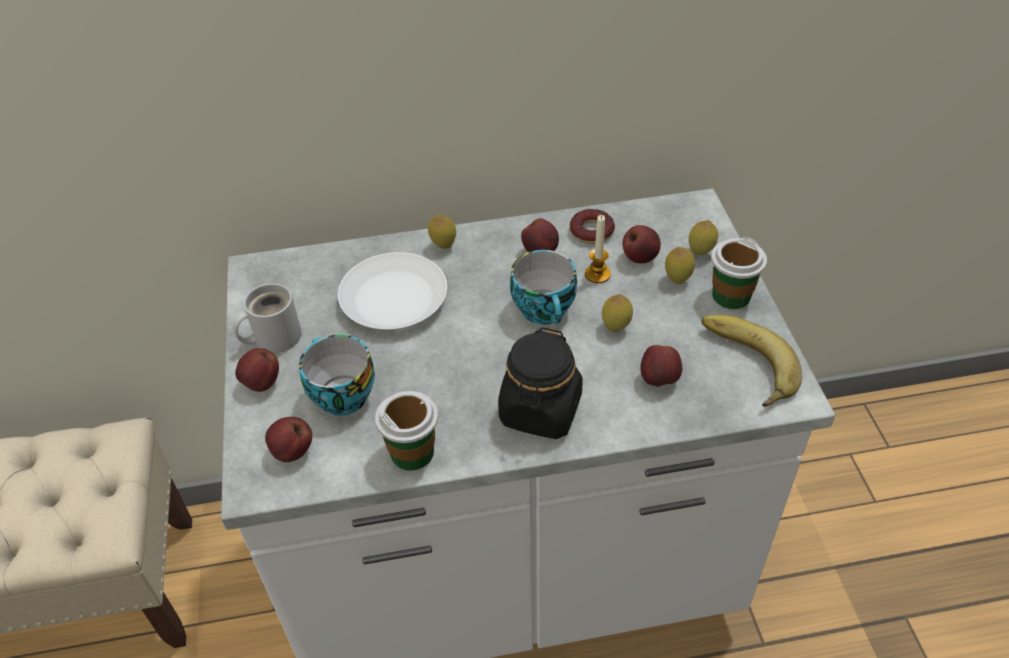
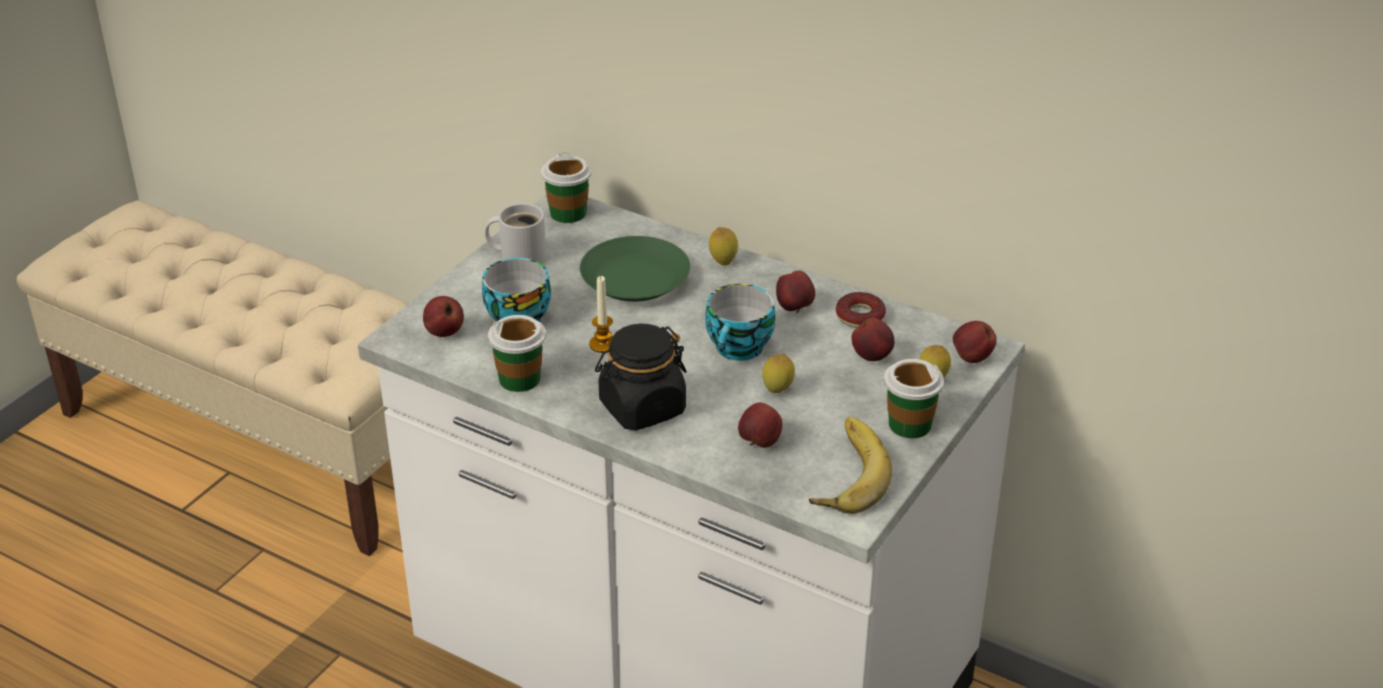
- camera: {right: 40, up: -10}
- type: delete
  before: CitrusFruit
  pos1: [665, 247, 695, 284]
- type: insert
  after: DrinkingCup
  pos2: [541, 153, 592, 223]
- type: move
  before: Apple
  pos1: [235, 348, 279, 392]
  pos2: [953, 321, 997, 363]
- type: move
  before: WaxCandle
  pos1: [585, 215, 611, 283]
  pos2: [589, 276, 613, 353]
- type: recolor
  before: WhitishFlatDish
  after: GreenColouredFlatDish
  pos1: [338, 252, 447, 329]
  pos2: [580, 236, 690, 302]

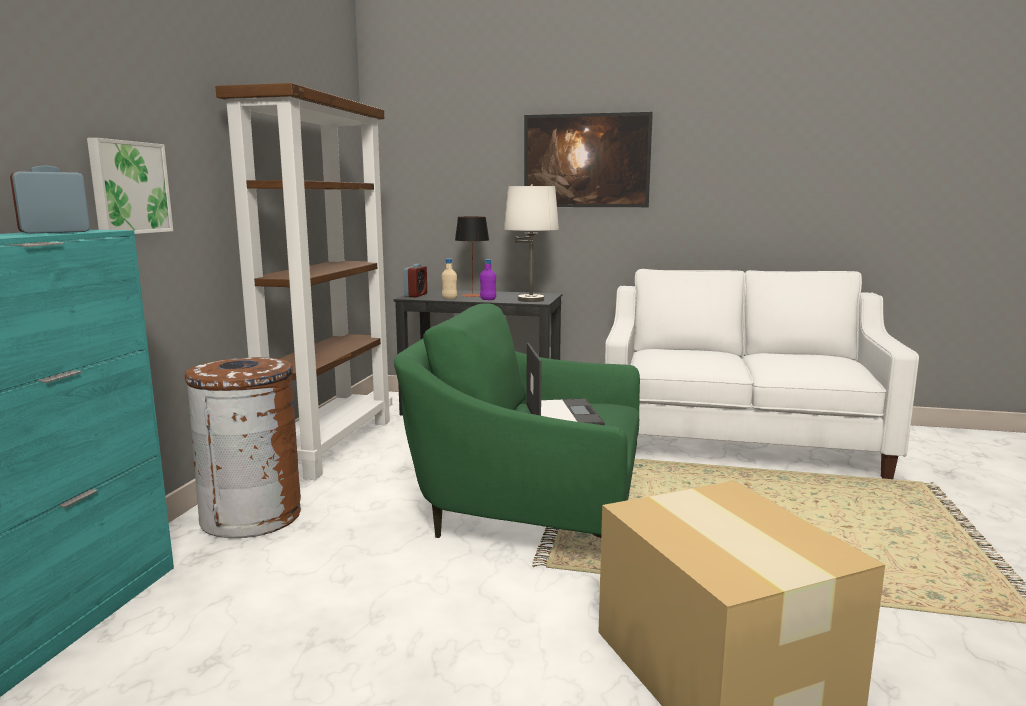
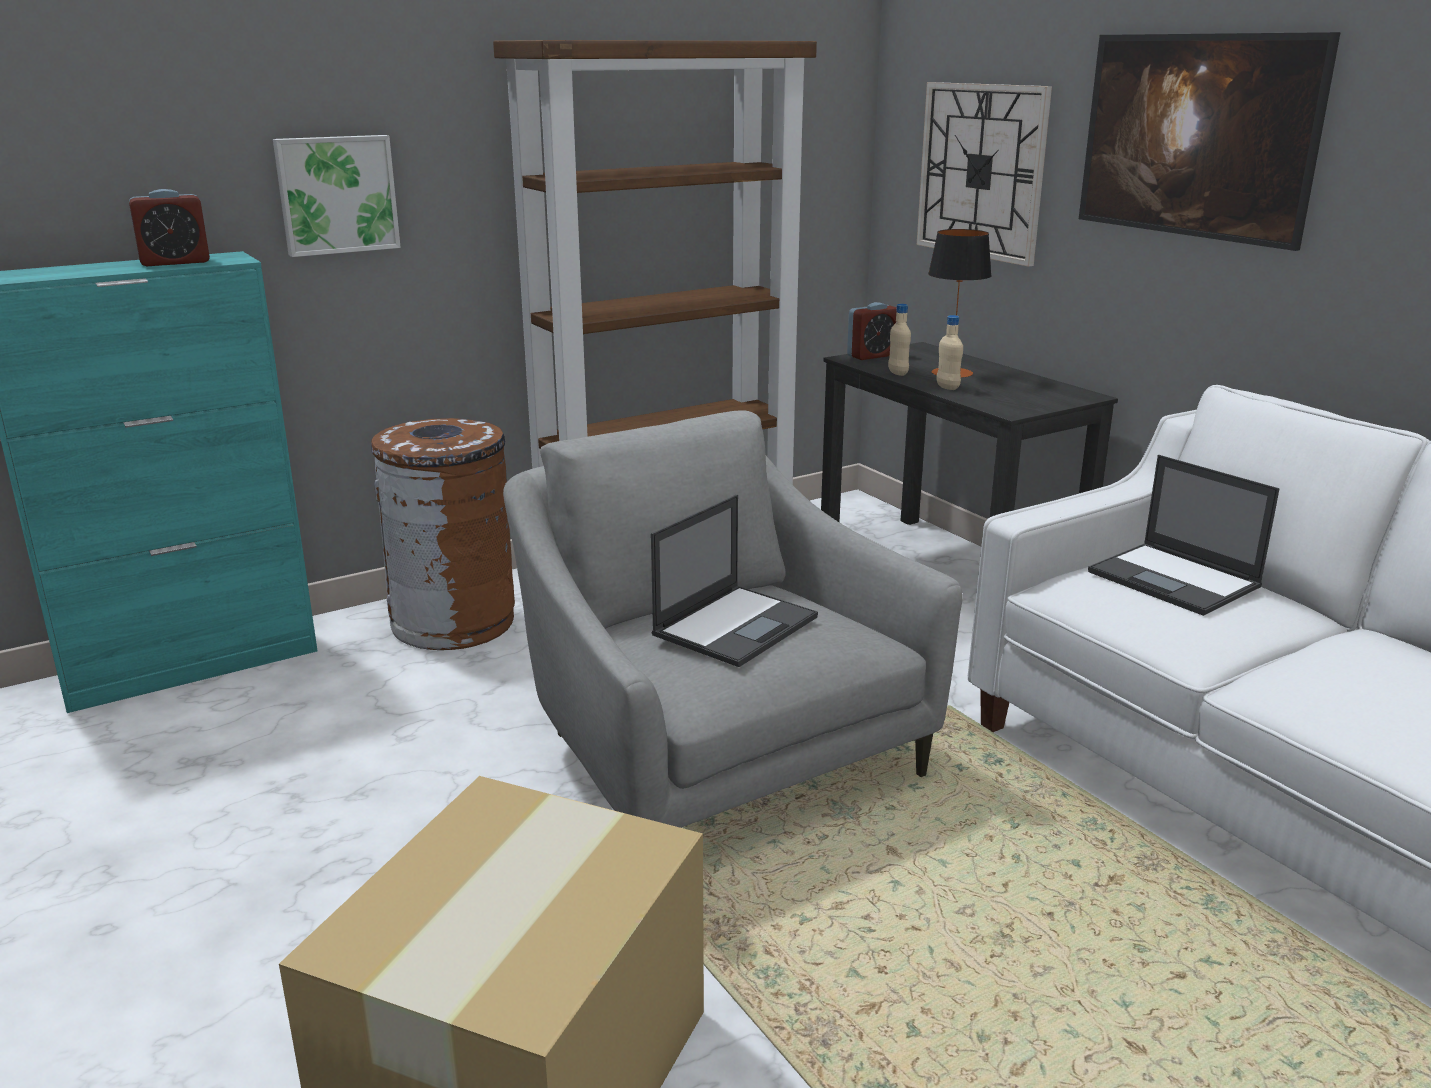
- camera: {right: 45, up: 10}
- type: delete
  before: WhitishTabletopLamp
  pos1: [504, 185, 559, 302]
- type: insert
  after: HangingClock
  pos2: [917, 82, 1052, 267]
- type: insert
  after: Laptop
  pos2: [1088, 455, 1280, 616]
- type: recolor
  before: GreenColouredLoungeChair
  after: GreyLoungeChair
  pos1: [394, 303, 640, 538]
  pos2: [503, 411, 962, 828]
- type: recolor
  before: PurplishDrinkBottle
  after: SandColouredDrinkBottle
  pos1: [480, 259, 496, 300]
  pos2: [937, 315, 963, 390]
- type: rotate
  before: TableClock
  pos1: [10, 165, 90, 234]
  pos2: [129, 189, 210, 266]
  turn: 150

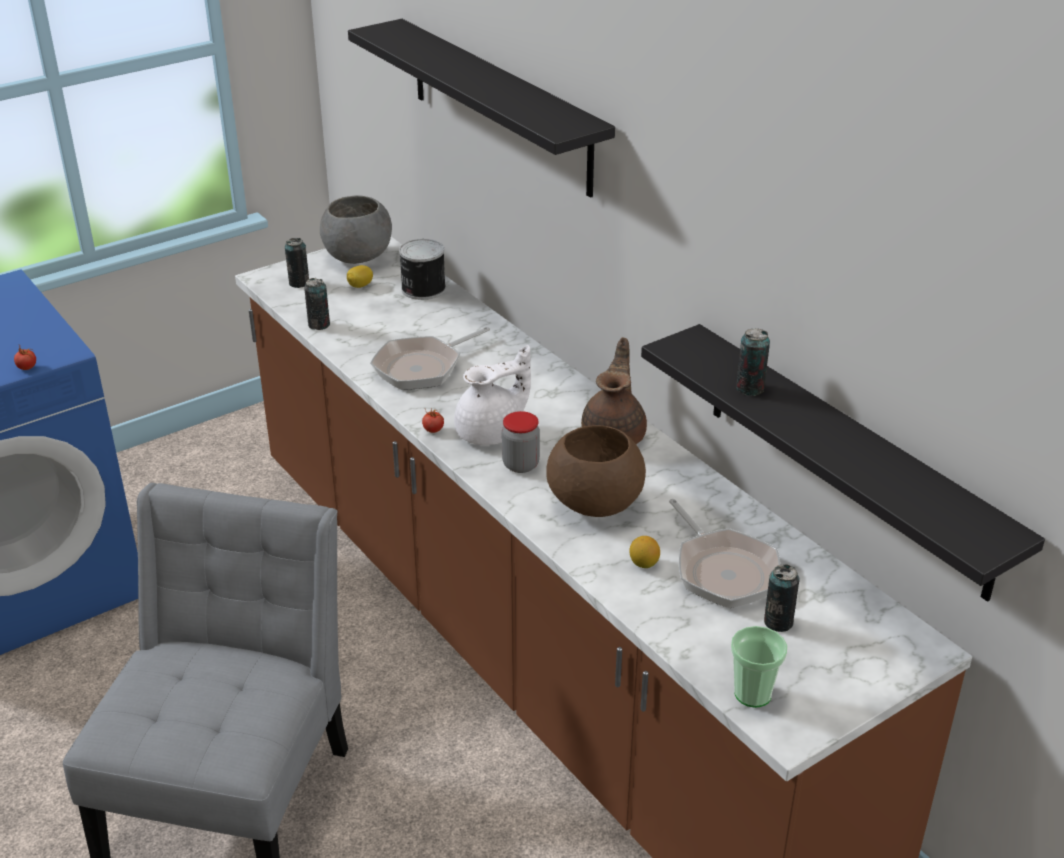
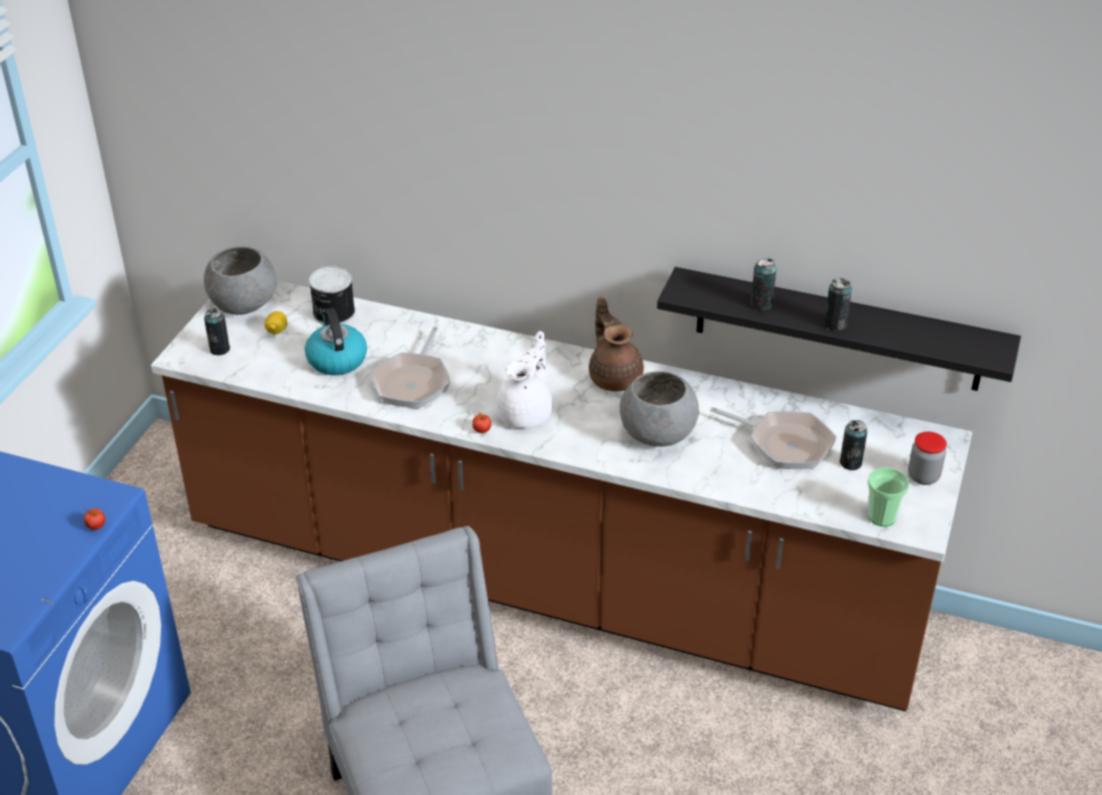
- camera: {right: -35, up: 5}
- type: delete
  before: BlackishShelf
  pos1: [348, 19, 615, 198]
- type: delete
  before: CitrusFruit
  pos1: [629, 536, 660, 568]
- type: insert
  after: Kettle
  pos2: [305, 308, 367, 375]
- type: move
  before: SealedCan
  pos1: [304, 278, 330, 330]
  pos2: [824, 278, 852, 331]
- type: move
  before: StorageJar
  pos1: [502, 411, 540, 473]
  pos2: [908, 432, 947, 485]
- type: recolor
  before: BrownColouredServingBowl
  after: GreyServingBowl
  pos1: [546, 425, 646, 517]
  pos2: [620, 371, 699, 447]

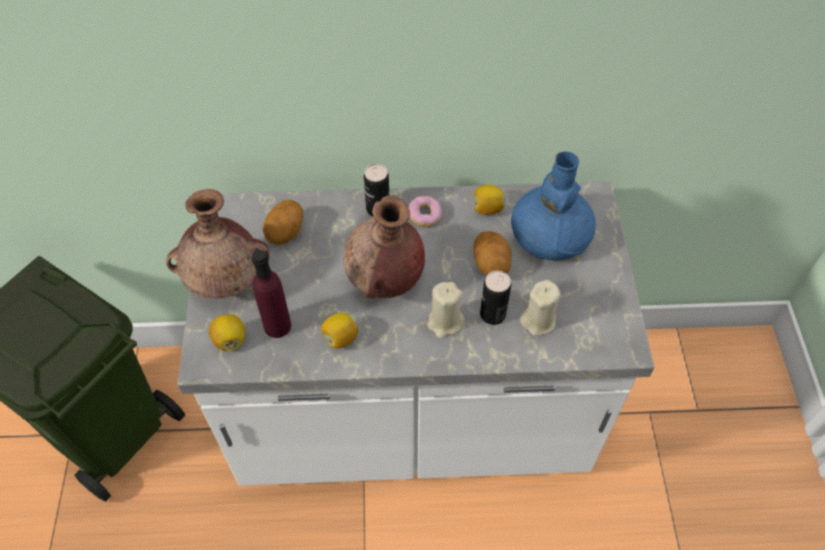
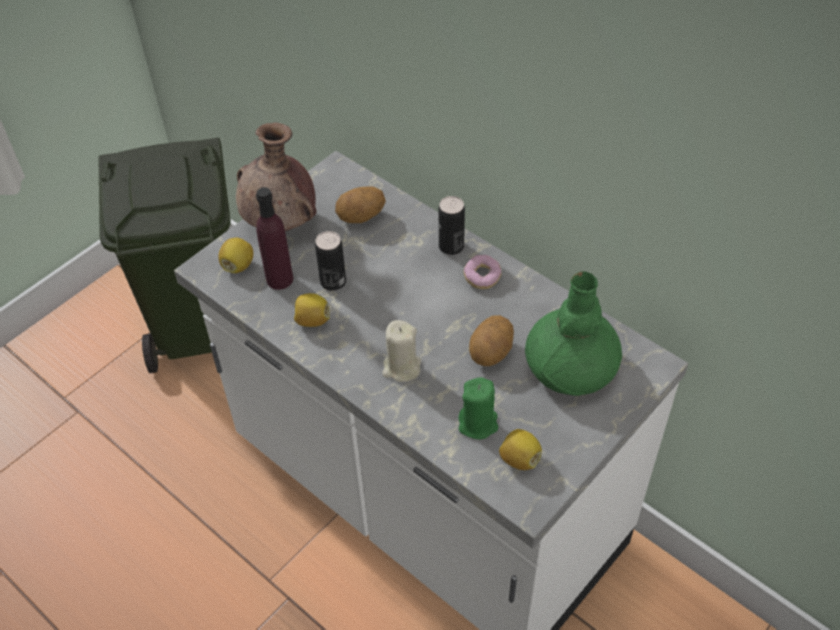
- camera: {right: 45, up: -5}
- type: delete
  before: BrownColouredFlowerVase
  pos1: [344, 196, 425, 299]
- type: move
  before: CitrusFruit
  pos1: [474, 185, 505, 215]
  pos2: [499, 429, 542, 470]
- type: move
  before: SealedCan
  pos1: [480, 271, 511, 325]
  pos2: [315, 231, 346, 291]
- type: recolor
  before: BluishFlowerVase
  after: GreenColouredFlowerVase
  pos1: [511, 152, 596, 260]
  pos2: [525, 271, 622, 396]
- type: recolor
  before: SandColouredWaxCandle
  after: GreenColouredWaxCandle
  pos1: [520, 280, 561, 336]
  pos2: [459, 377, 498, 439]

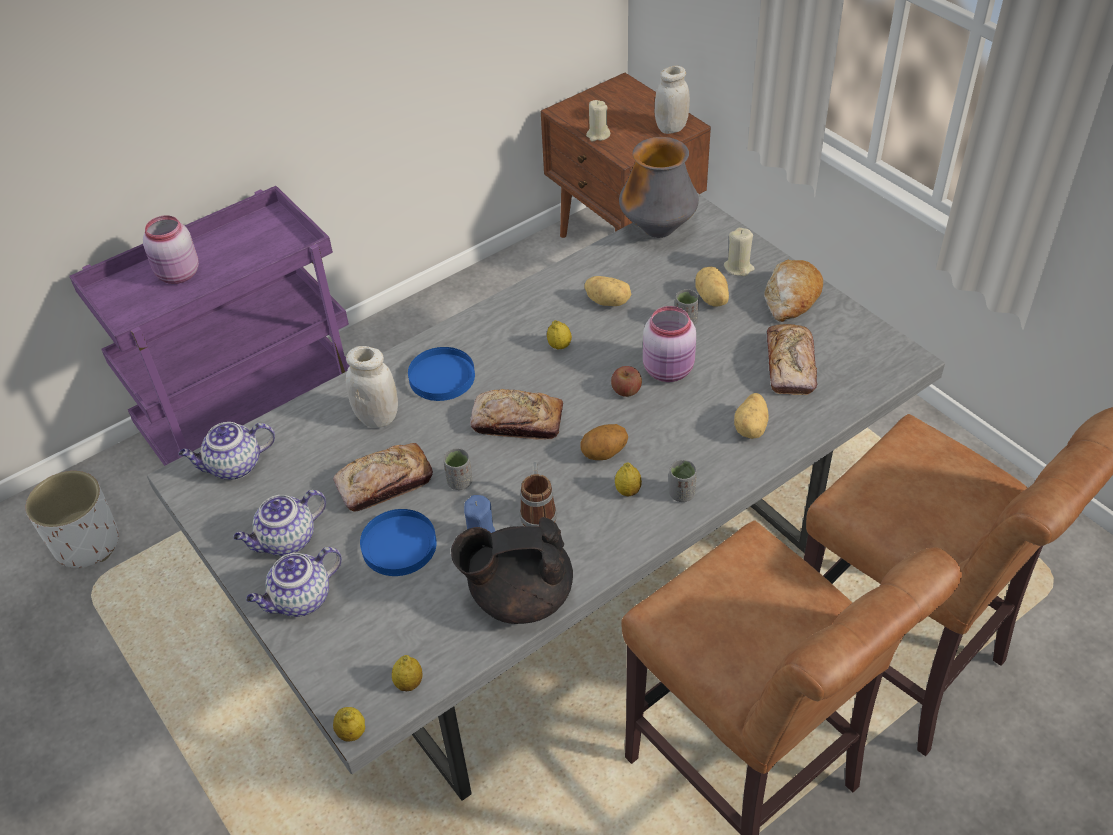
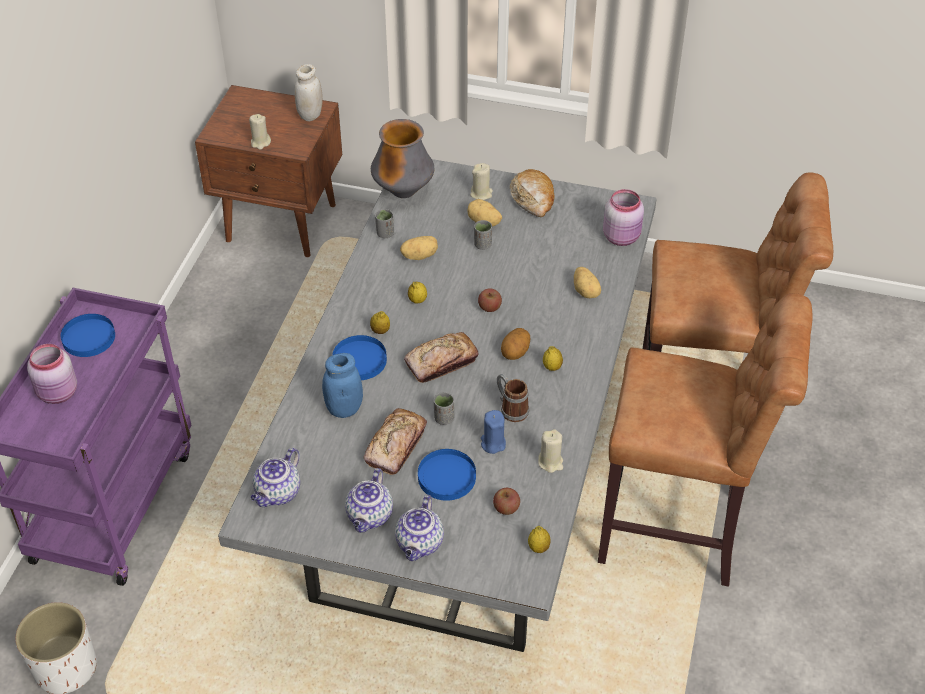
- camera: {right: -40, up: 0}
- type: delete
  before: BakedBread
  pos1: [767, 324, 817, 395]
- type: insert
  after: BluishFlatDish
  pos2: [61, 314, 115, 357]
- type: insert
  after: Apple
  pos2: [493, 488, 520, 515]
- type: move
  before: CitrusFruit
  pos1: [333, 707, 365, 742]
  pos2: [370, 311, 390, 334]
- type: move
  before: PinkColouredStorageJar
  pos1: [643, 306, 696, 382]
  pos2: [603, 189, 644, 246]
- type: move
  before: GreyDrinkingCup
  pos1: [669, 460, 697, 502]
  pos2: [375, 209, 394, 238]
- type: replace
  before: BlackishTeapot
  after: SandColouredWaxCandle
  pos1: [451, 517, 573, 624]
  pos2: [538, 429, 563, 473]
- type: recolor
  before: WhitishStorageJar
  after: BluishStorageJar
  pos1: [346, 346, 398, 428]
  pos2: [322, 353, 363, 418]

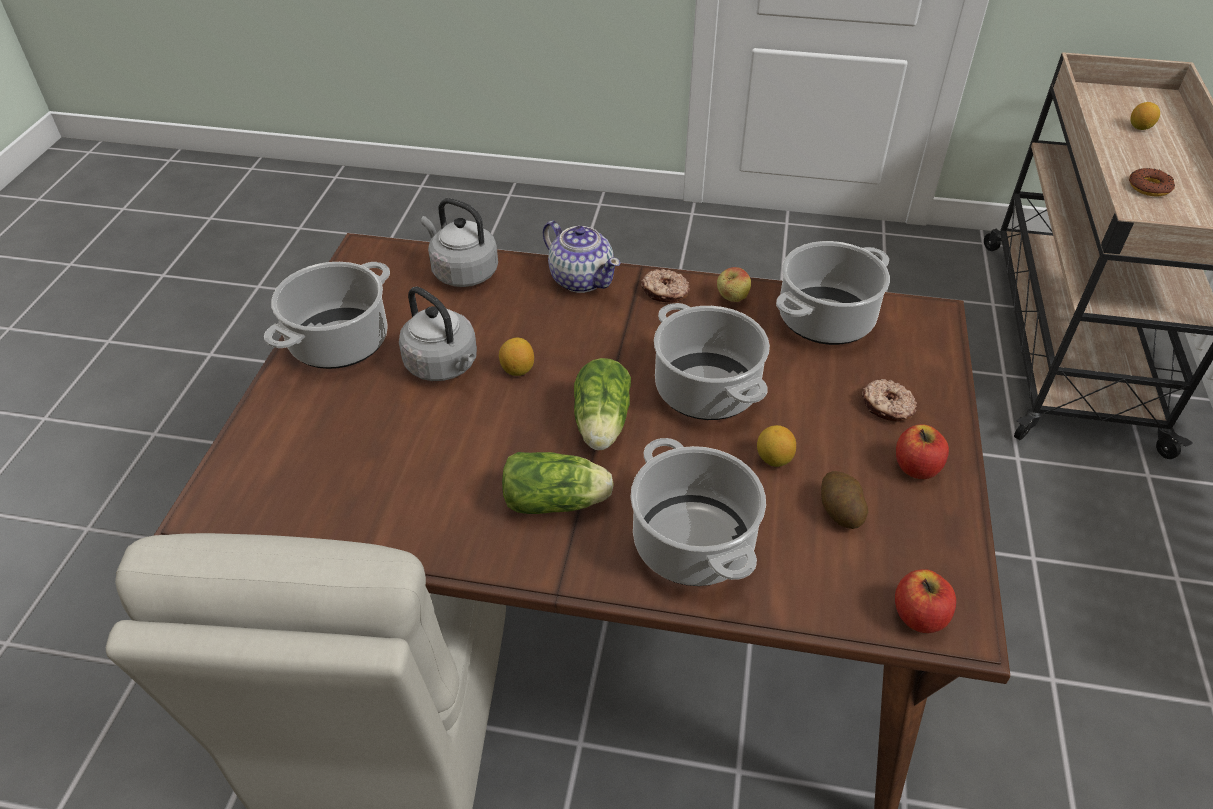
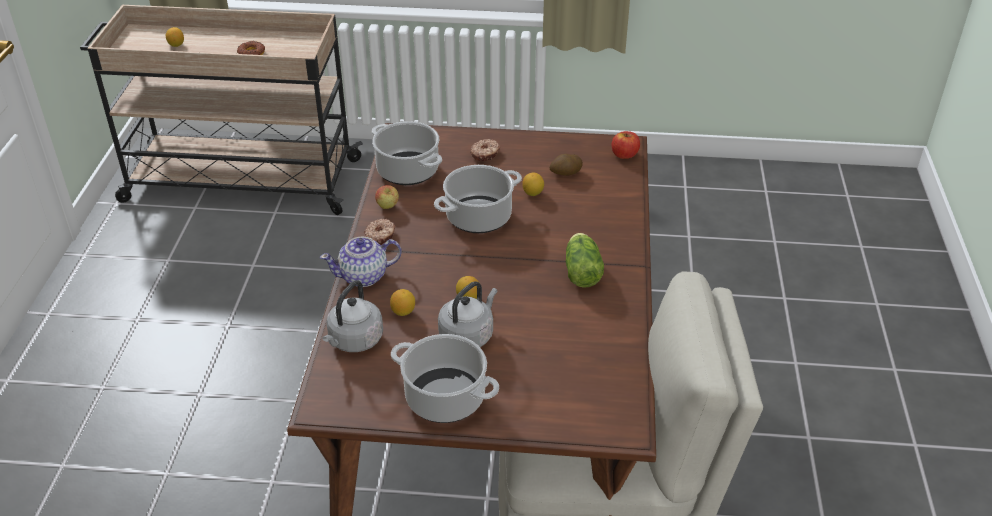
- camera: {right: -95, up: -5}
- type: delete
  before: HeadOfLettuce
  pos1: [574, 358, 631, 450]
- type: delete
  before: Stockpot
  pos1: [631, 438, 766, 586]
- type: delete
  before: Apple
  pos1: [896, 424, 949, 479]
- type: insert
  after: CitrusFruit
  pos2: [390, 289, 415, 316]
- type: rotate
  before: Teapot
  pos1: [543, 221, 620, 293]
  pos2: [320, 236, 402, 287]
  turn: -150

